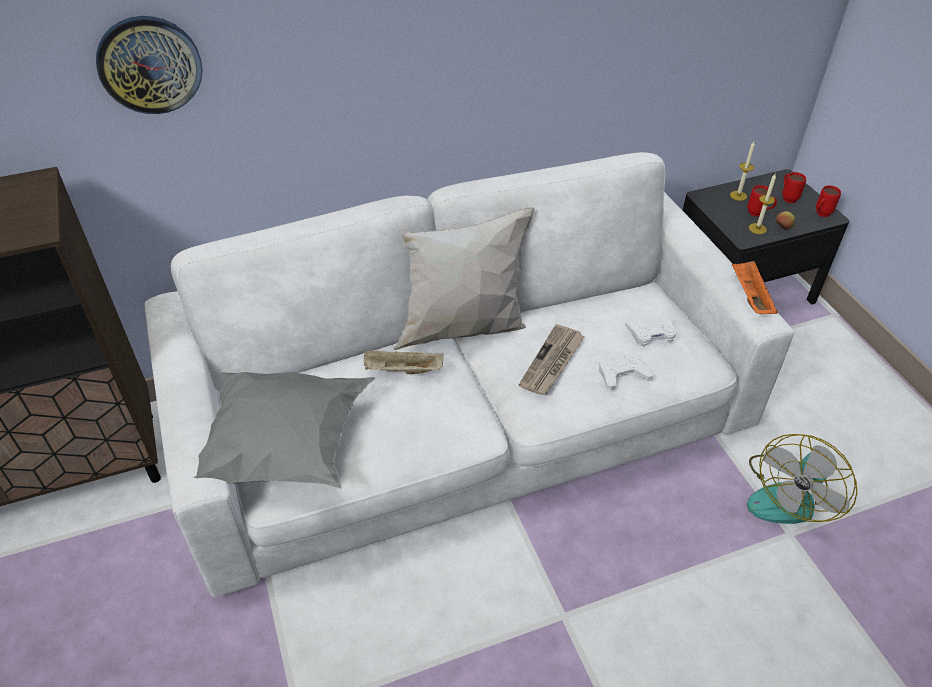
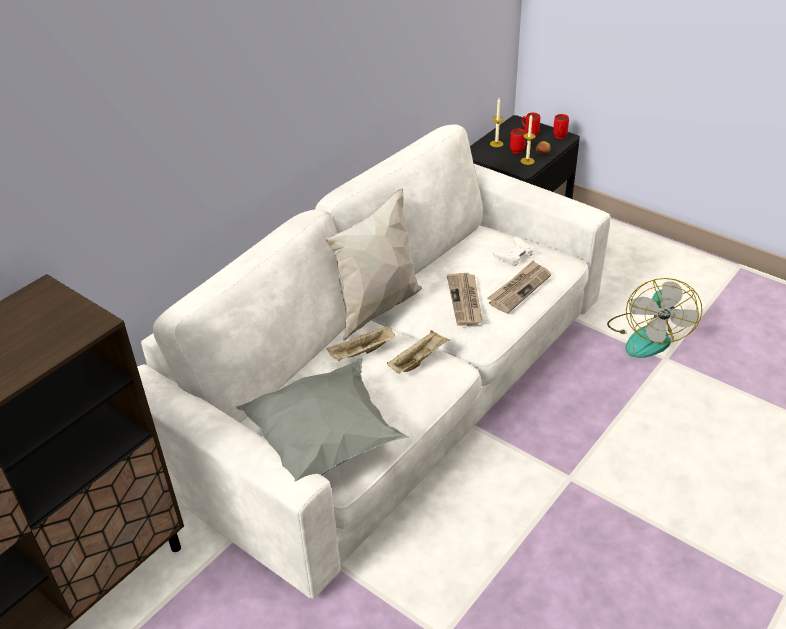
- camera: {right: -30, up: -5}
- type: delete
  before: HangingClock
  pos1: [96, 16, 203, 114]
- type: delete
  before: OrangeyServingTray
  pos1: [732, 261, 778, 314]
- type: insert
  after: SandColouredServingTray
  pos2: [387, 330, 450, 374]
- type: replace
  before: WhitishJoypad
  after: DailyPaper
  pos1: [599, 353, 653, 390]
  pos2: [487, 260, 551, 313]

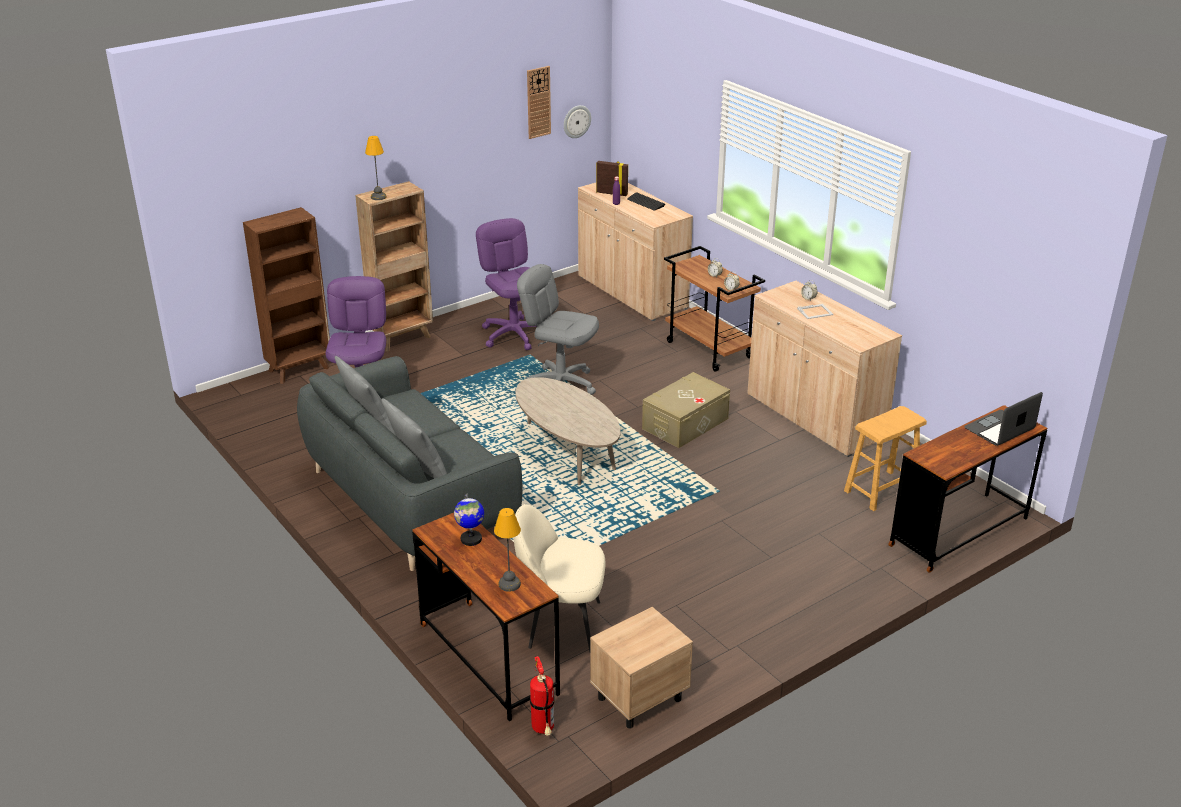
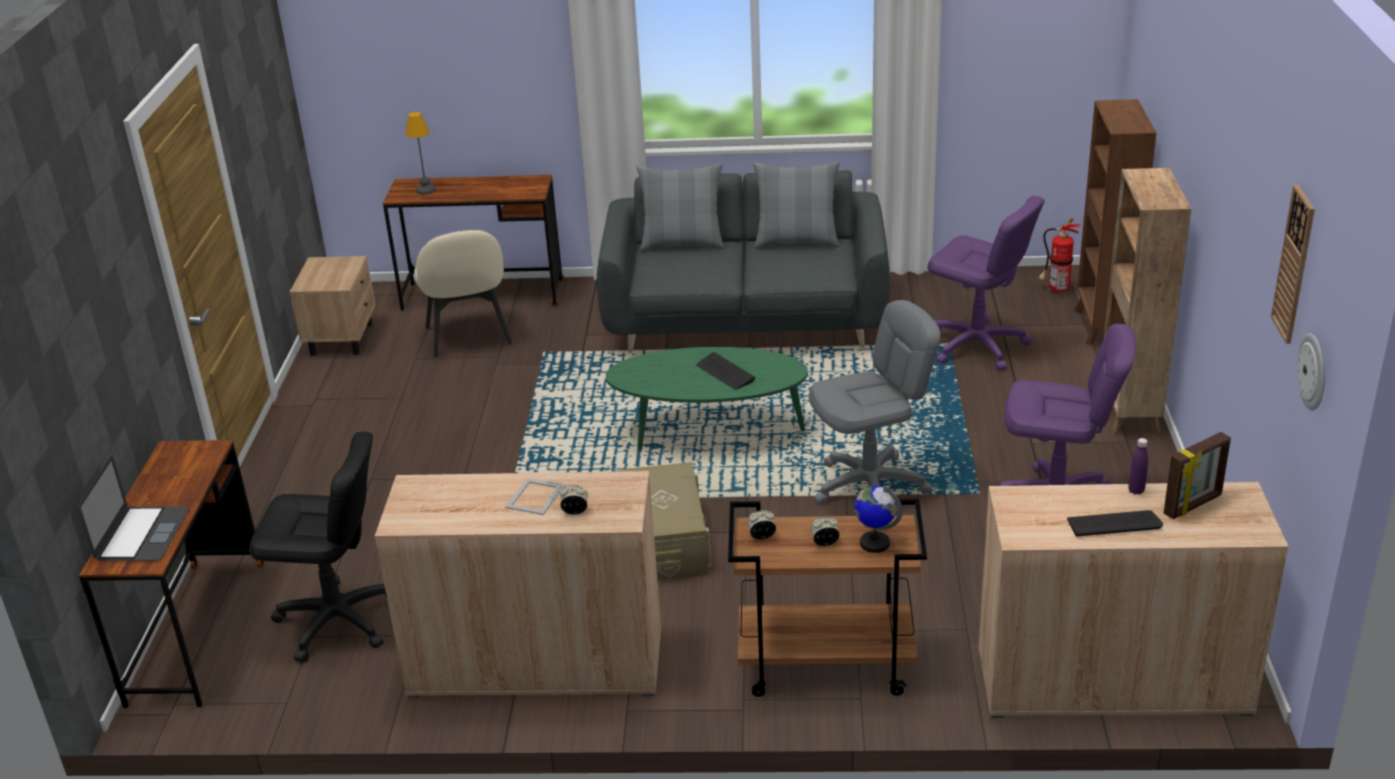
- camera: {right: 130, up: 0}
- type: delete
  before: TabletopLamp
  pos1: [365, 136, 386, 200]
- type: insert
  after: PcKeyboard
  pos2: [696, 352, 756, 390]
- type: move
  before: Globe
  pos1: [454, 494, 484, 546]
  pos2: [854, 485, 903, 553]
- type: move
  before: Extinguisher
  pos1: [530, 656, 555, 735]
  pos2: [1039, 218, 1080, 293]
- type: replace
  before: BrownColouredStool
  after: BlackishOfficeChair
  pos1: [844, 406, 927, 511]
  pos2: [249, 432, 387, 662]
- type: recolor
  before: SandColouredLoungeTable
  after: GreenColouredLoungeTable
  pos1: [516, 377, 621, 485]
  pos2: [606, 347, 808, 450]
- type: rotate
  before: SandColouredUprightChair
  pos1: [514, 504, 605, 653]
  pos2: [414, 230, 512, 357]
  turn: 120

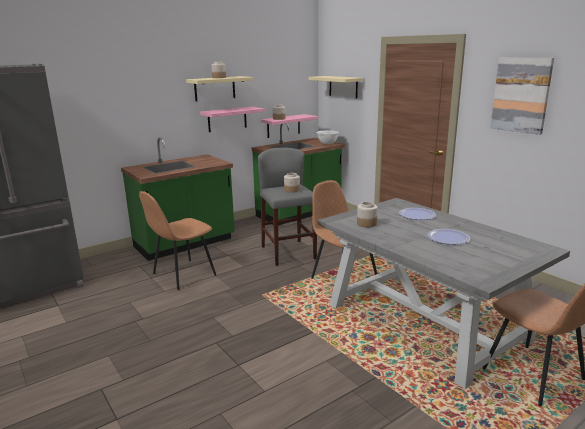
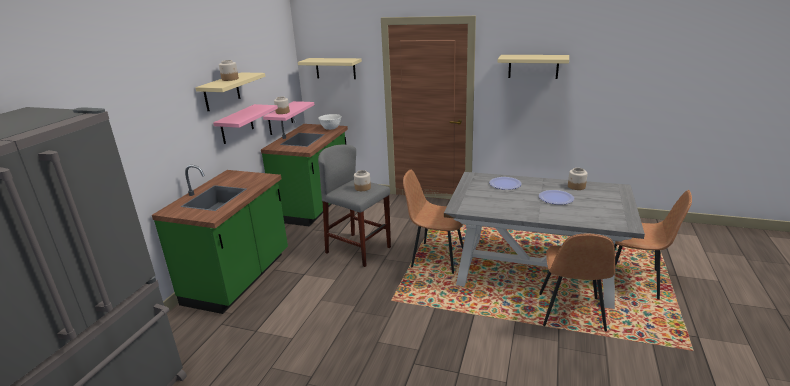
- camera: {right: -35, up: 5}
- type: move
  before: BrownColouredUprightChair
  pos1: [139, 191, 216, 290]
  pos2: [539, 234, 615, 331]
- type: move
  before: StorageJar
  pos1: [357, 202, 378, 227]
  pos2: [568, 168, 588, 190]
- type: replace
  before: Picture
  after: SandColouredShelf
  pos1: [490, 57, 554, 135]
  pos2: [497, 55, 569, 79]

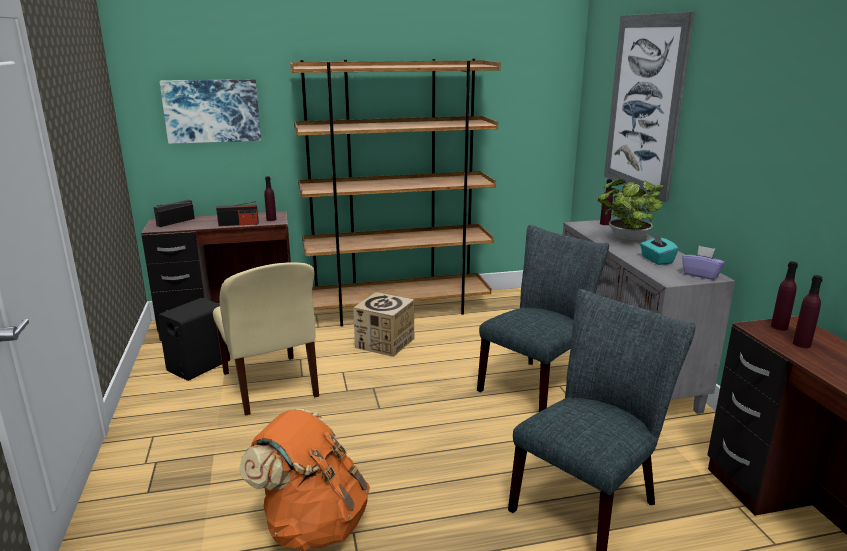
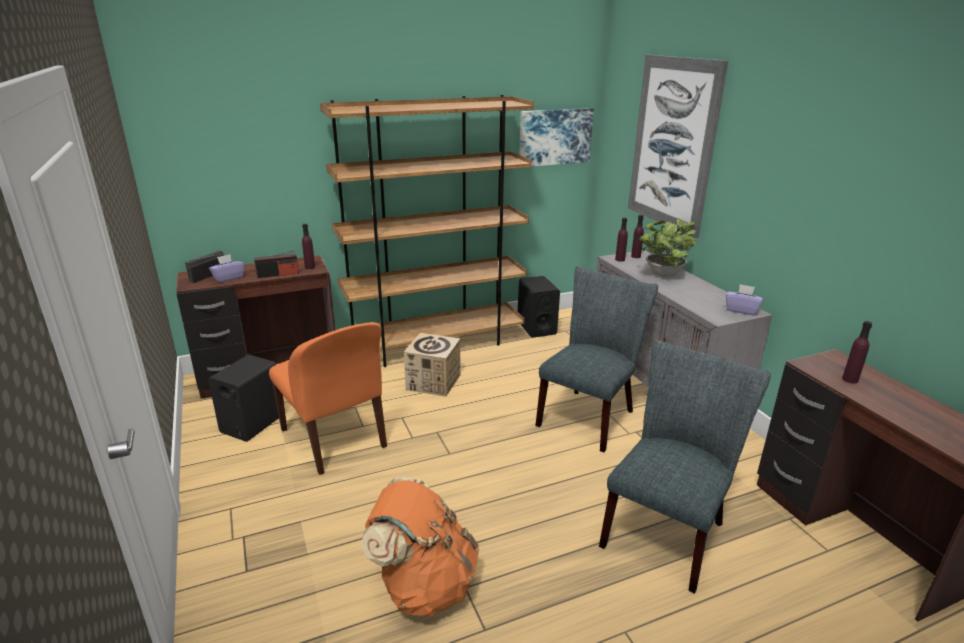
- camera: {right: -10, up: 5}
- type: delete
  before: TurquoiseColouredTissueHolder
  pos1: [640, 233, 679, 265]
- type: insert
  after: PurplishTissueHolder
  pos2: [209, 254, 244, 283]
- type: insert
  after: BlackishLoudspeaker
  pos2: [518, 276, 560, 338]
- type: move
  before: Picture
  pos1: [160, 79, 261, 144]
  pos2: [519, 108, 594, 167]
- type: move
  before: PurplishDrinkBottle
  pos1: [771, 261, 798, 331]
  pos2: [615, 218, 628, 262]
- type: recolor
  before: SandColouredUprightChair
  after: OrangeyUprightChair
  pos1: [213, 262, 319, 416]
  pos2: [269, 322, 387, 475]

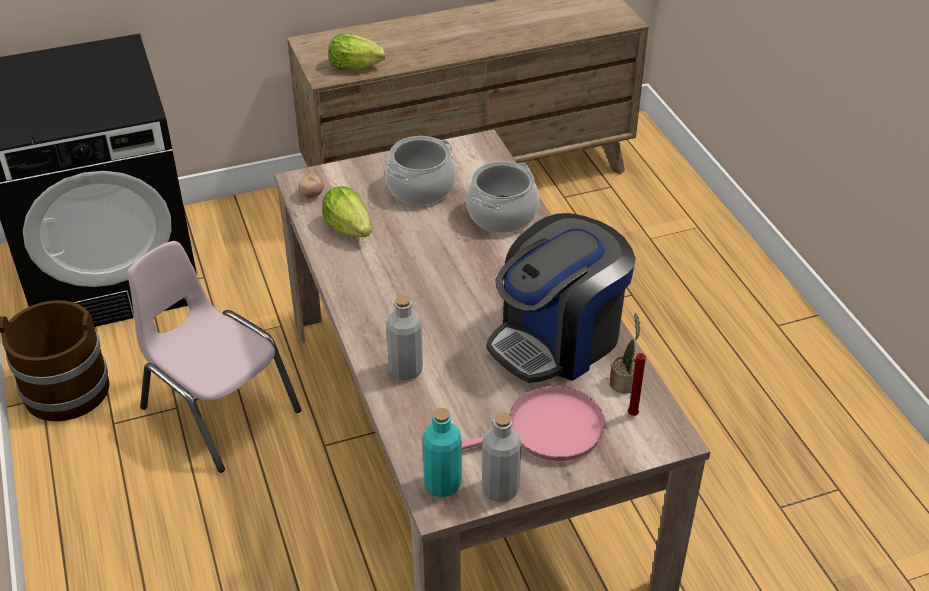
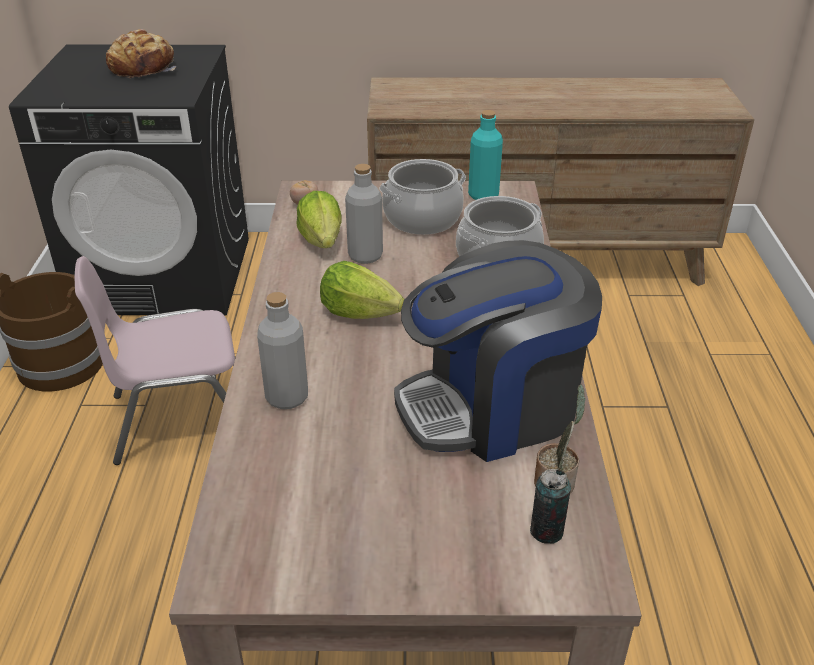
- camera: {right: 20, up: -5}
- type: delete
  before: PinkColouredFryingPan
  pos1: [462, 386, 605, 461]
- type: insert
  after: BakedBread
  pos2: [106, 29, 176, 79]
- type: move
  before: HeadOfLettuce
  pos1: [328, 33, 386, 70]
  pos2: [320, 261, 405, 319]
- type: move
  before: TurquoiseColouredDrinkBottle
  pos1: [423, 408, 462, 497]
  pos2: [468, 110, 503, 200]
- type: move
  before: GreyDrinkBottle
  pos1: [482, 412, 522, 502]
  pos2: [345, 164, 383, 264]
- type: replace
  before: RedColouredWaxCandle
  after: SealedCan
  pos1: [628, 353, 646, 416]
  pos2: [530, 469, 571, 544]
- type: rotate
  before: PinkColouredUprightChair
  pos1: [127, 241, 301, 473]
  pos2: [75, 256, 236, 465]
  turn: -75

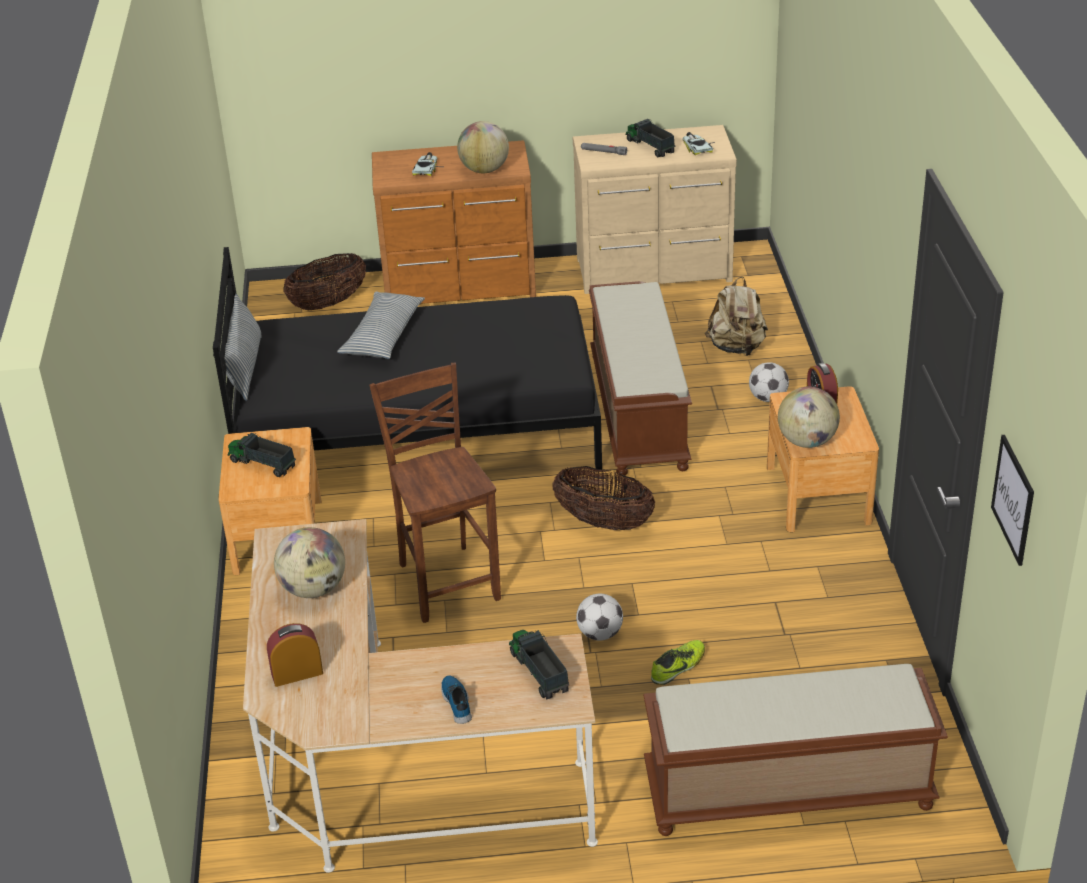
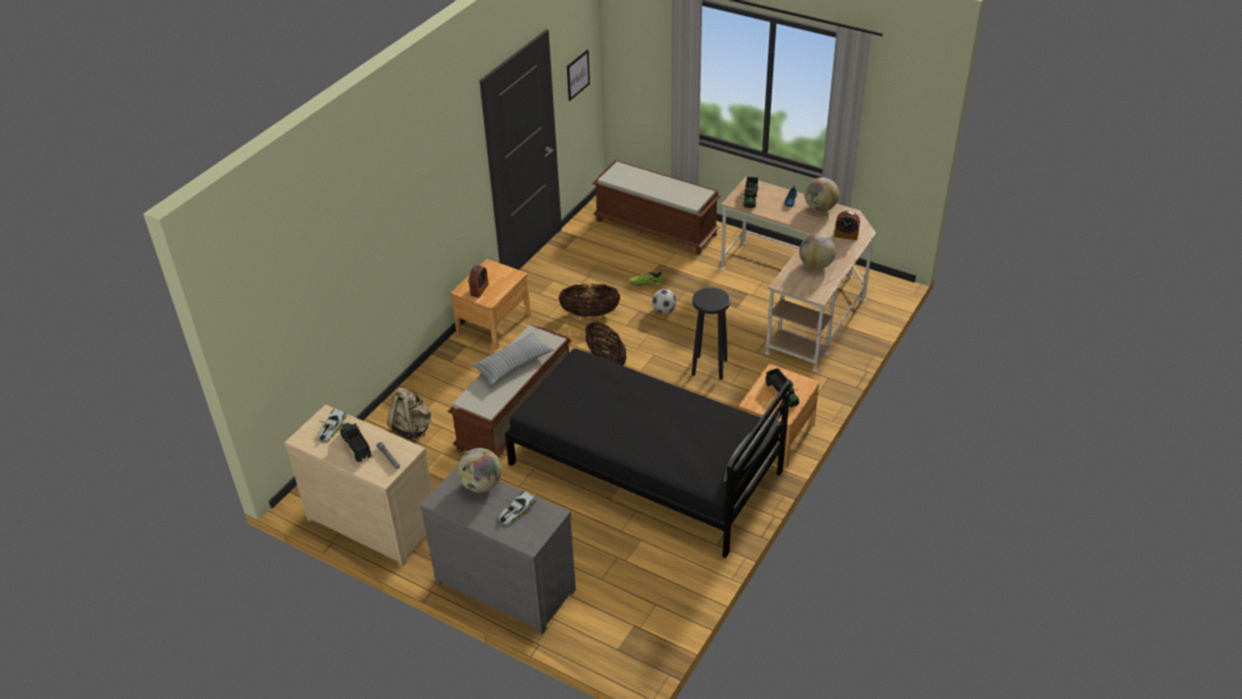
- camera: {right: -145, up: 5}
- type: delete
  before: BallForFootball
  pos1: [749, 362, 789, 402]
- type: move
  before: StorageBasket
  pos1: [283, 253, 366, 310]
  pos2: [559, 283, 620, 317]
- type: move
  before: Cushion
  pos1: [337, 292, 425, 359]
  pos2: [471, 332, 554, 385]
- type: move
  before: Globe
  pos1: [778, 387, 840, 448]
  pos2: [805, 177, 839, 212]
- type: replace
  before: BrownColouredUprightChair
  after: BlackishStool
  pos1: [369, 363, 501, 623]
  pos2: [692, 287, 730, 380]
- type: recolor
  before: BrownColouredDrawerChest
  after: GreyDrawerChest
  pos1: [372, 140, 536, 304]
  pos2: [420, 465, 576, 635]
- type: rotate
  before: ToyTruck
  pos1: [626, 119, 676, 157]
  pos2: [340, 423, 372, 462]
  turn: 150

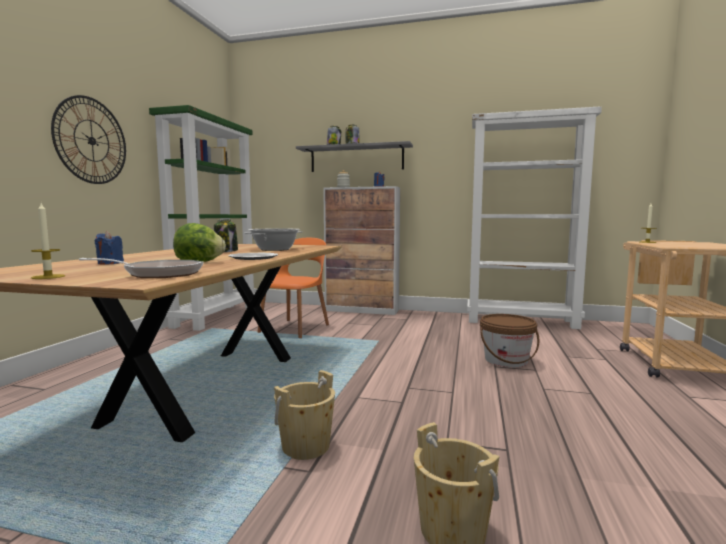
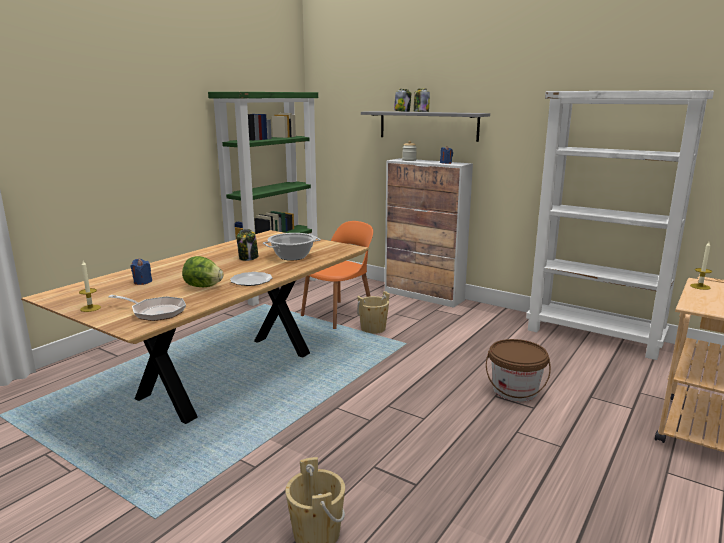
- camera: {right: 20, up: 10}
- type: delete
  before: HangingClock
  pos1: [51, 95, 126, 184]
- type: move
  before: SandColouredPail
  pos1: [274, 370, 335, 460]
  pos2: [357, 291, 390, 334]

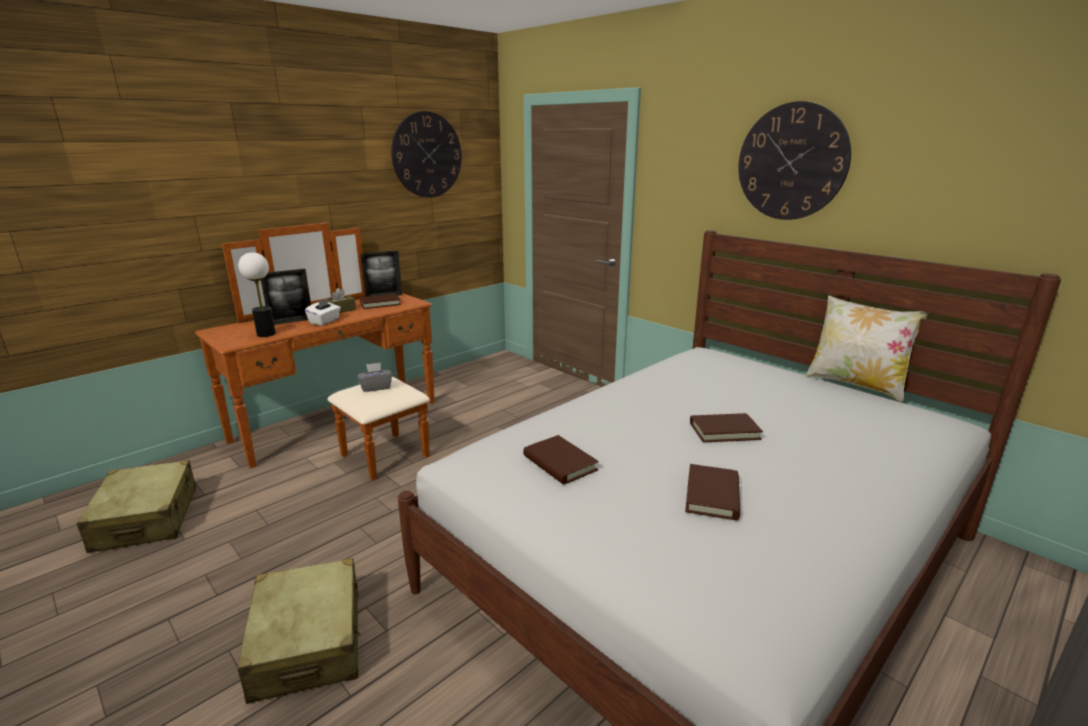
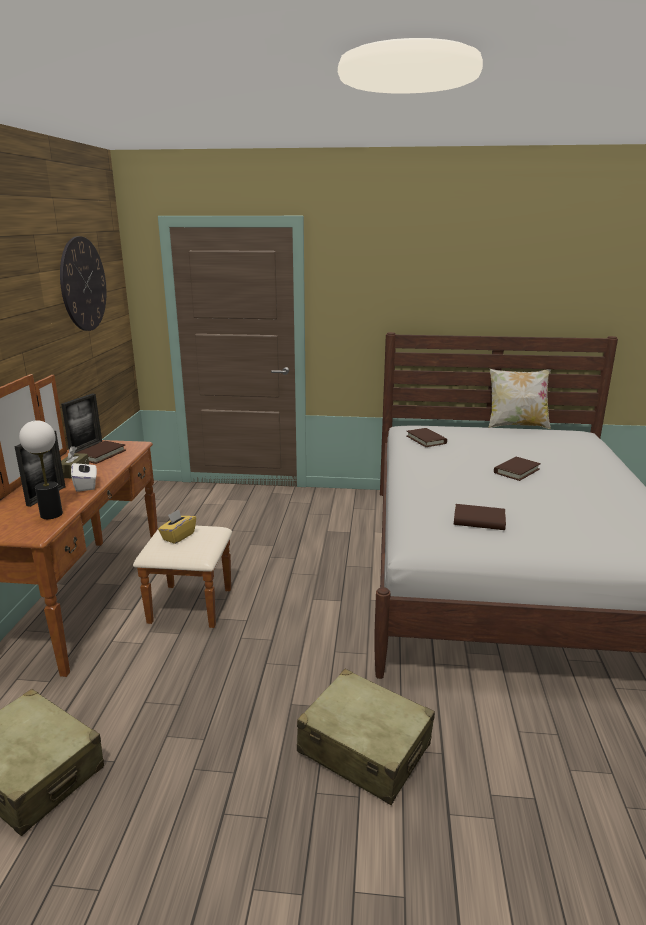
- camera: {right: -40, up: 0}
- type: delete
  before: HangingClock
  pos1: [738, 101, 851, 220]
- type: move
  before: BrownColouredBook
  pos1: [685, 464, 740, 520]
  pos2: [406, 428, 447, 447]
- type: recolor
  before: GreyTissueHolder
  after: YellowishTissueHolder
  pos1: [358, 363, 392, 392]
  pos2: [158, 510, 196, 544]

